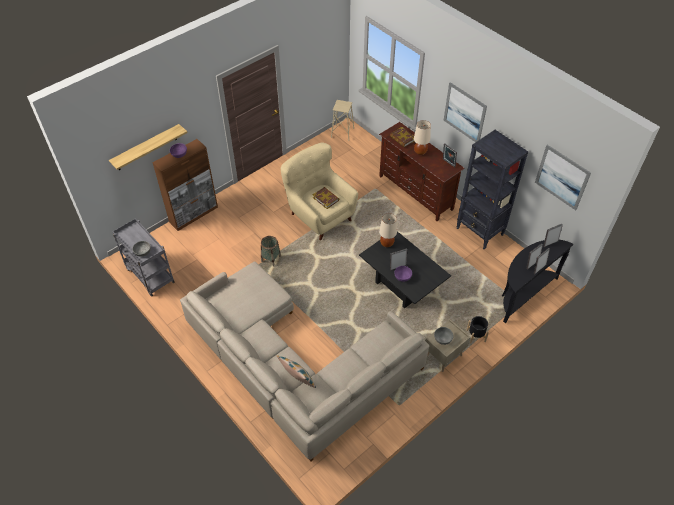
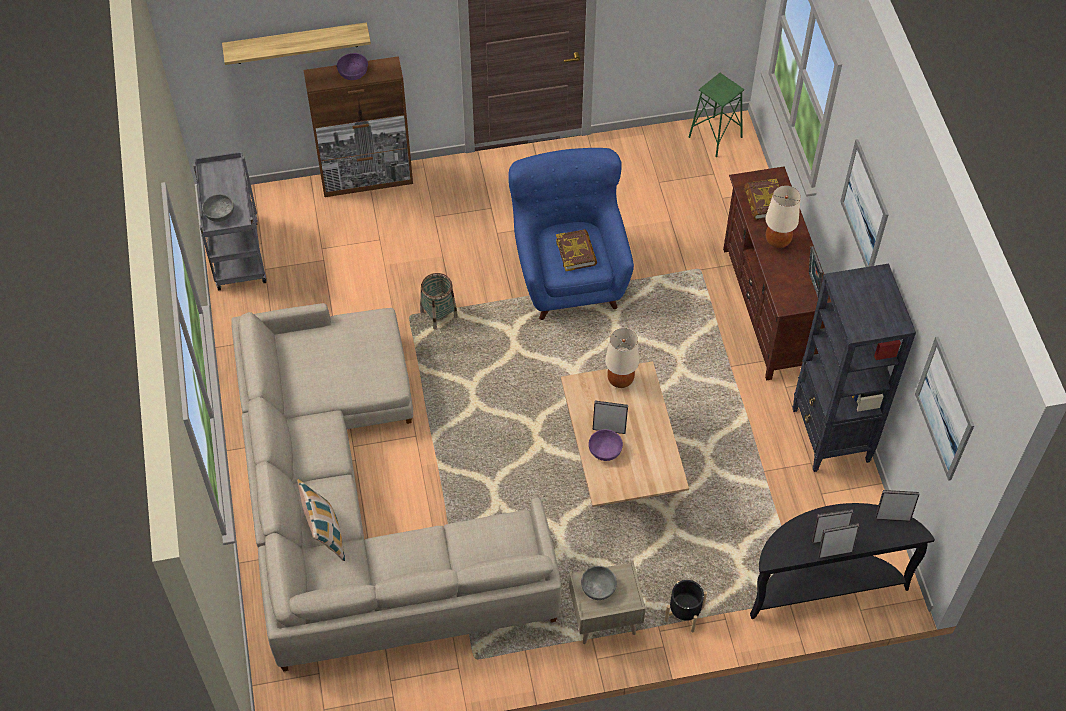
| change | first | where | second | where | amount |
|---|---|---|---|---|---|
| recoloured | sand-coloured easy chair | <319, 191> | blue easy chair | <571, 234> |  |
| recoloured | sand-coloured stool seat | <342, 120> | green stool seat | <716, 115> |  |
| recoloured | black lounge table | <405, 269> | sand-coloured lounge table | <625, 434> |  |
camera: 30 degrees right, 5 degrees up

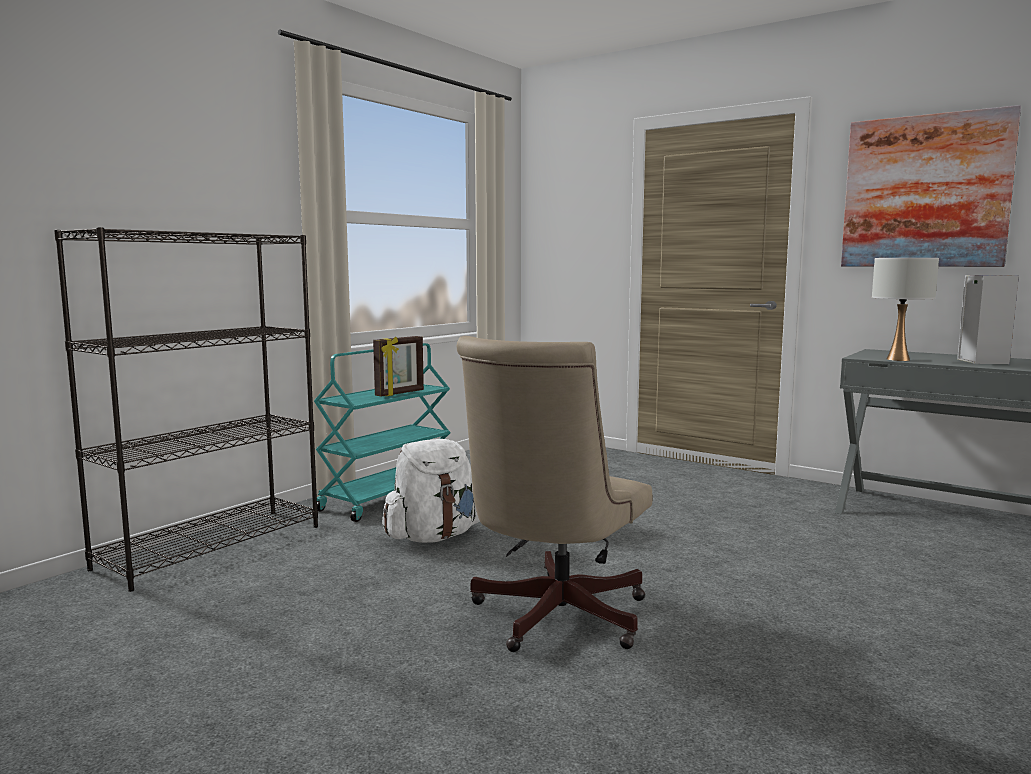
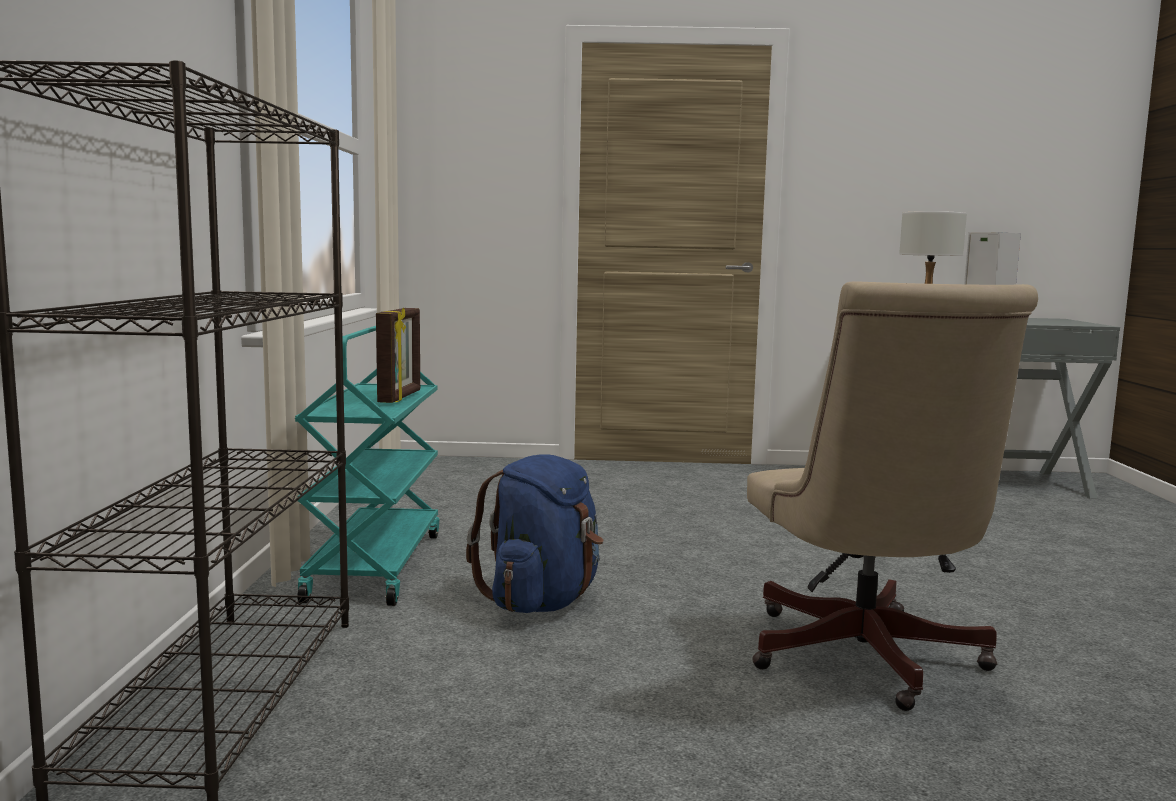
| change | first | where | second | where | amount |
|---|---|---|---|---|---|
| removed | wall art | <931, 186> |  |  |  |
| recoloured | white knapsack | <431, 491> | blue knapsack | <534, 533> |  |
camera: 35 degrees left, 0 degrees up

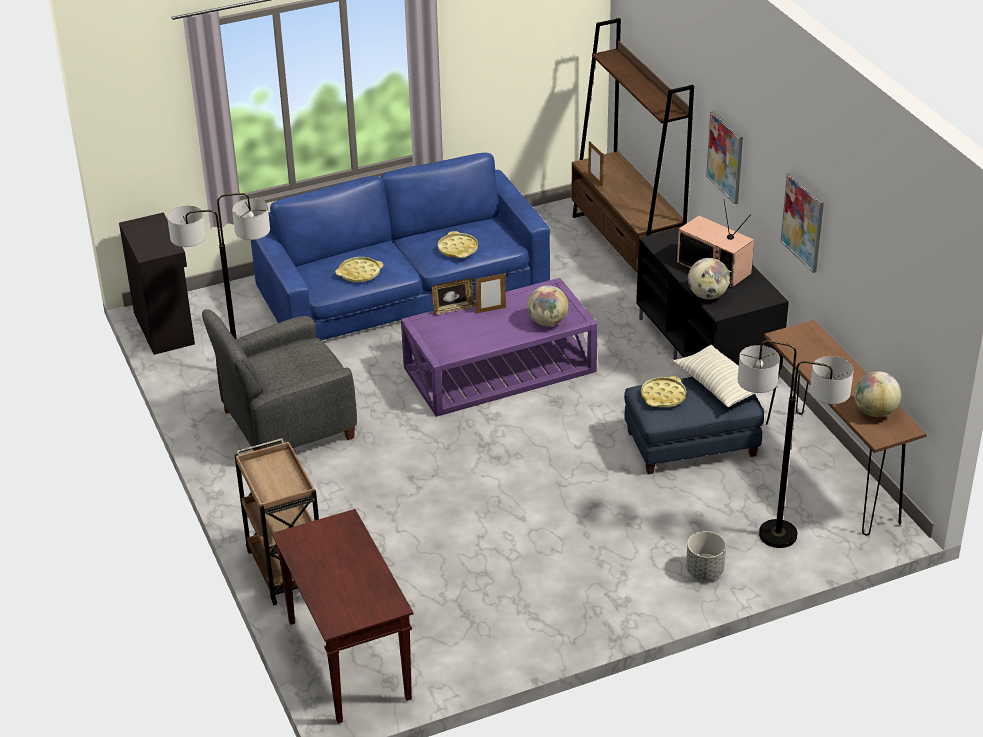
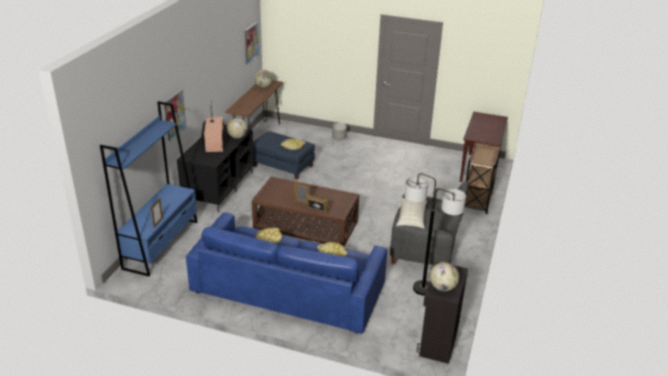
| change | first | where | second | where | amount |
|---|---|---|---|---|---|
| removed | standing lamp | <796, 444> |  |  |  |
| moved | world globe | <548, 305> |  | <444, 276> |  |
| moved | pillow | <714, 376> |  | <411, 213> |  |
| moved | wall art | <802, 222> |  | <252, 43> |  |
| recoloured | purplish lounge table | <499, 347> | brownish lounge table | <305, 212> |  |
| recoloured | brownish bookcase | <632, 145> | blue bookcase | <149, 189> |  |
camera: 140 degrees left, 5 degrees down

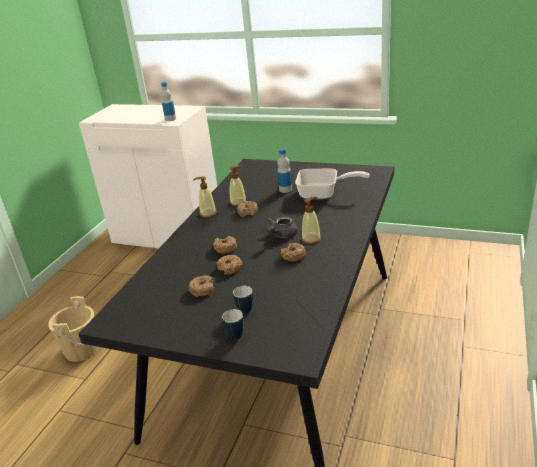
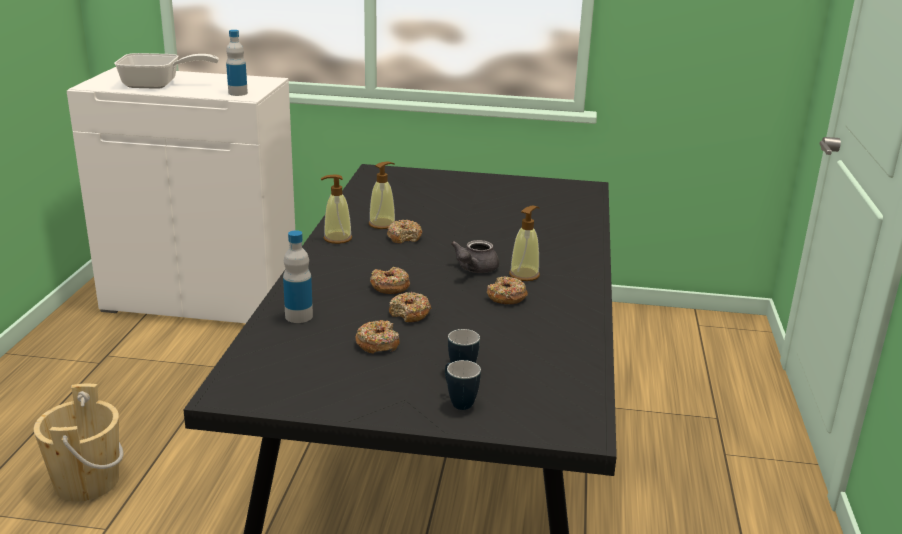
| change | first | where | second | where | amount |
|---|---|---|---|---|---|
| moved | drink bottle | <284, 170> |  | <298, 276> |  |
| moved | skillet | <332, 184> |  | <166, 71> |  |
camera: 15 degrees left, 5 degrees down

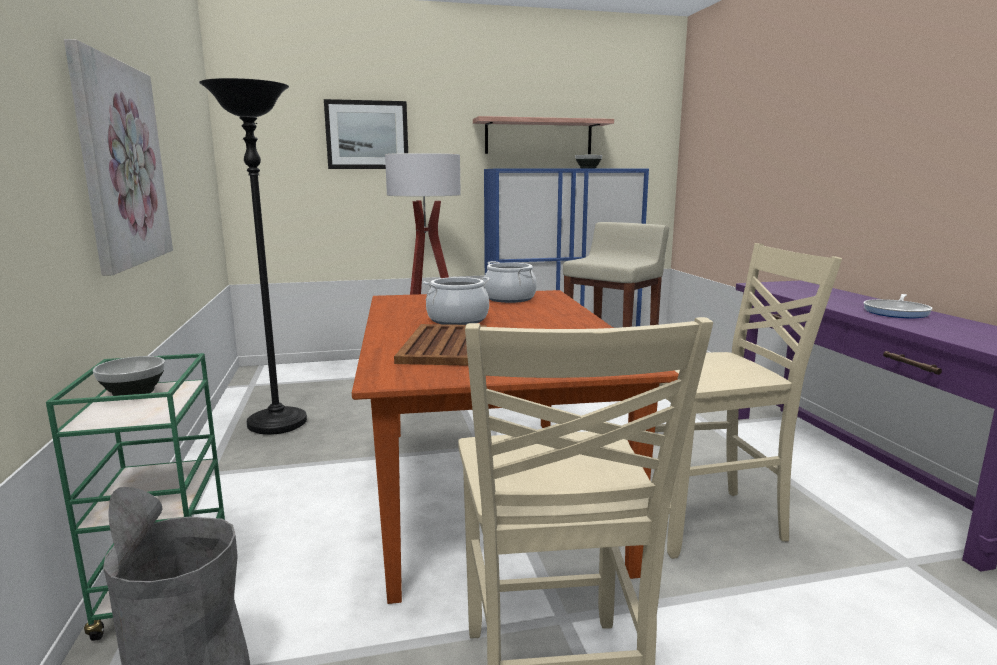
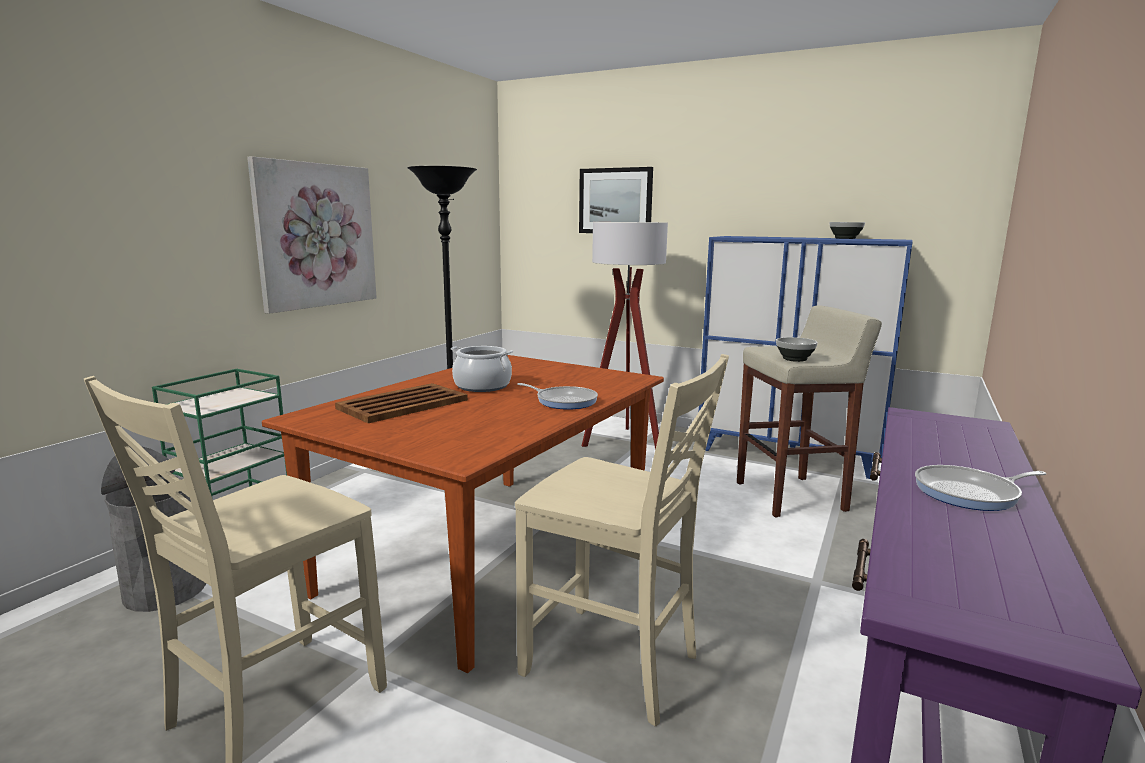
| change | first | where | second | where | amount |
|---|---|---|---|---|---|
| removed | shelf | <543, 135> |  |  |  |
| removed | cooking pot | <510, 282> |  |  |  |
| added |  |  | skillet | <557, 396> |  |
| moved | bowl | <129, 376> |  | <797, 349> |  |
camera: 40 degrees right, 0 degrees up

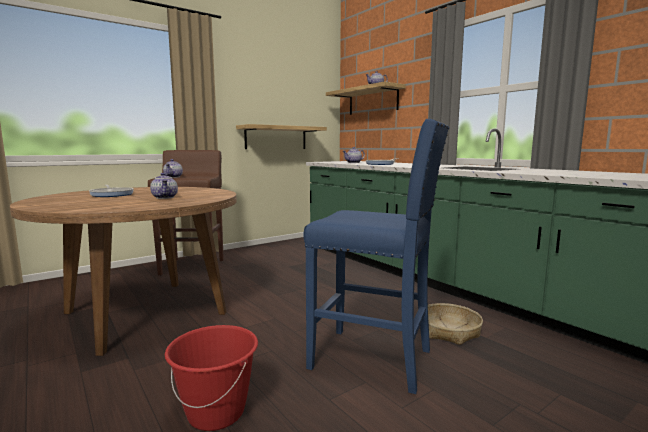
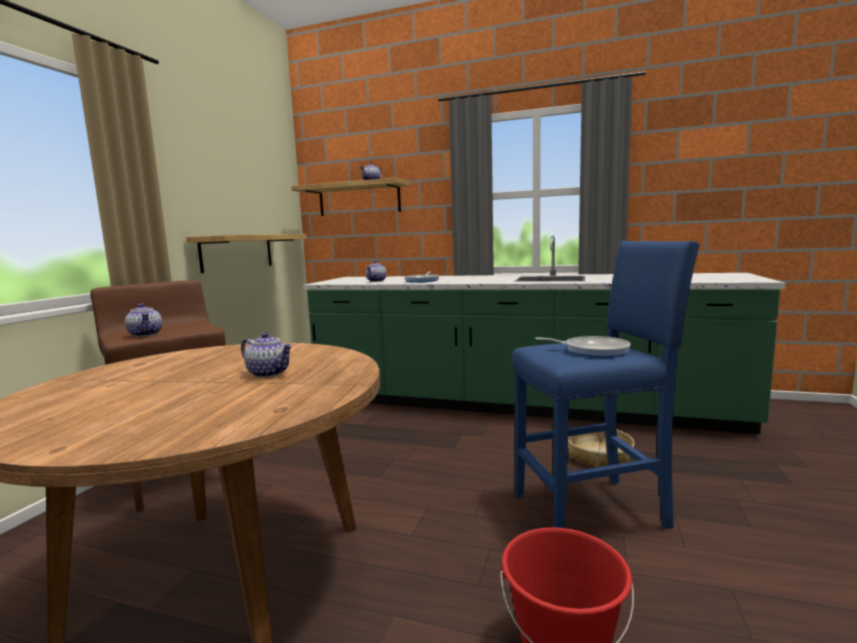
| change | first | where | second | where | amount |
|---|---|---|---|---|---|
| moved | skillet | <111, 191> |  | <583, 346> |  |
camera: 35 degrees left, 0 degrees up

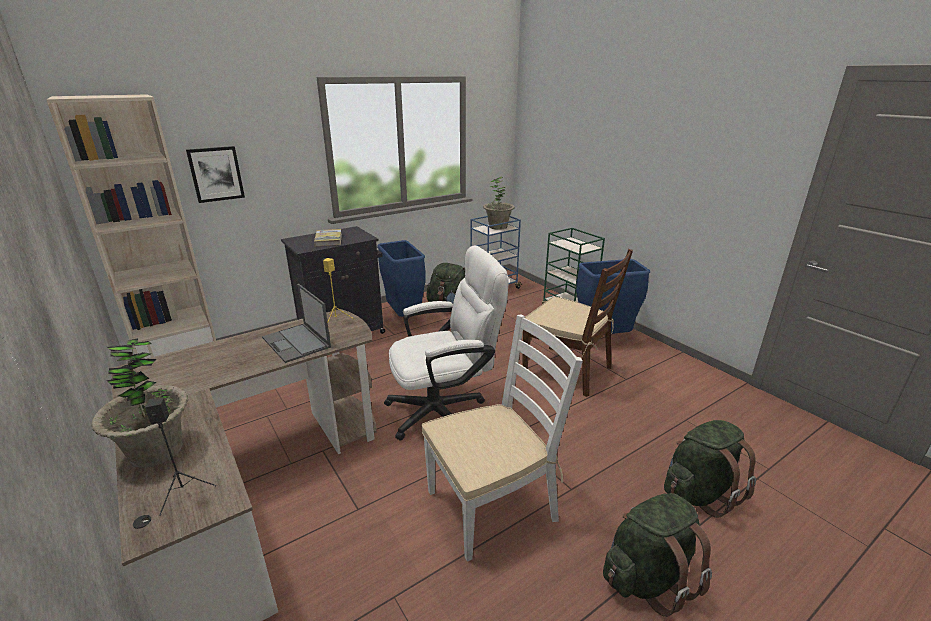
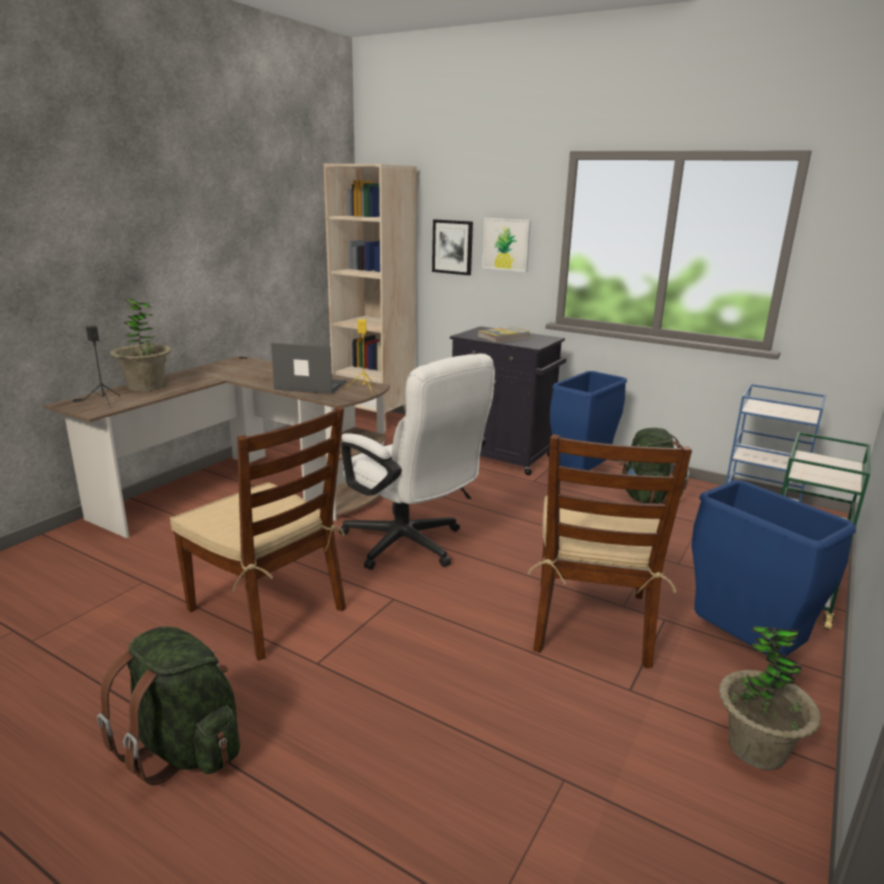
| change | first | where | second | where | amount |
|---|---|---|---|---|---|
| removed | green knapsack | <710, 469> |  |  |  |
| added |  |  | wall art | <506, 245> |  |
| moved | houseplant | <499, 203> |  | <770, 698> |  |
| recoloured | white chair | <502, 438> | brownish chair | <258, 533> |  |
| turned | laptop | <296, 323> |  | <309, 368> | 75 degrees clockwise |
camera: 65 degrees right, 5 degrees down

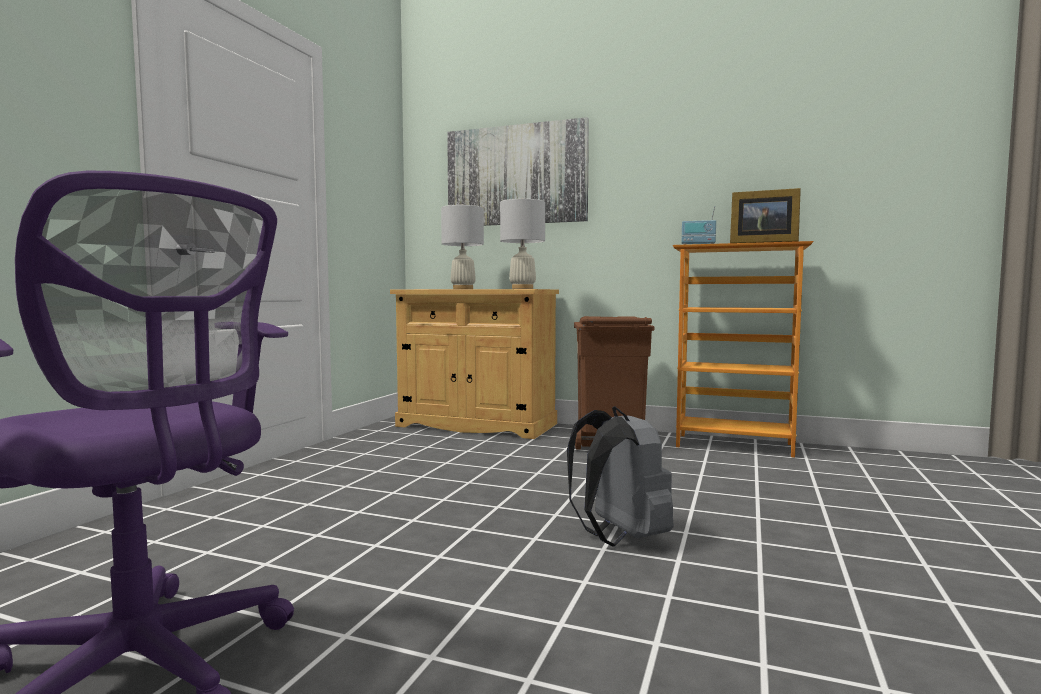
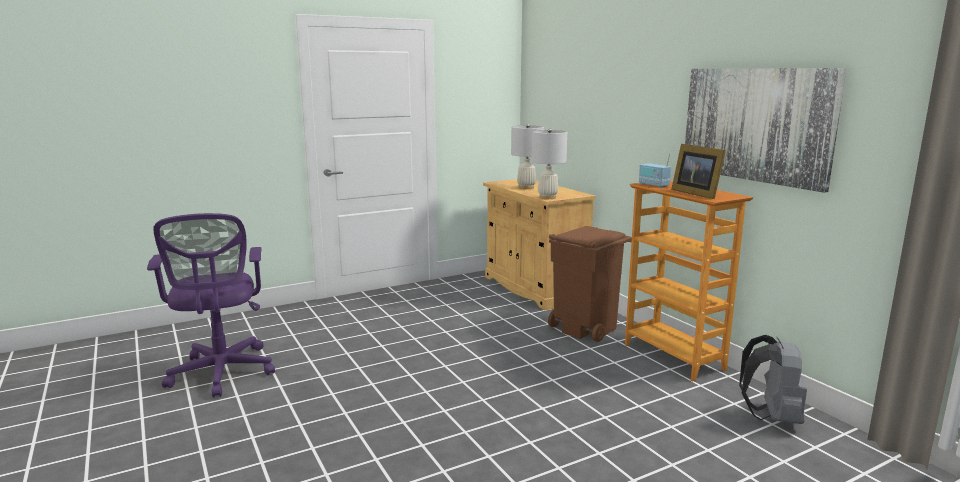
| change | first | where | second | where | amount |
|---|---|---|---|---|---|
| moved | wall art | <518, 171> |  | <766, 130> |  |
| moved | gray knapsack | <620, 476> |  | <773, 379> |  |
camera: 40 degrees right, 10 degrees up

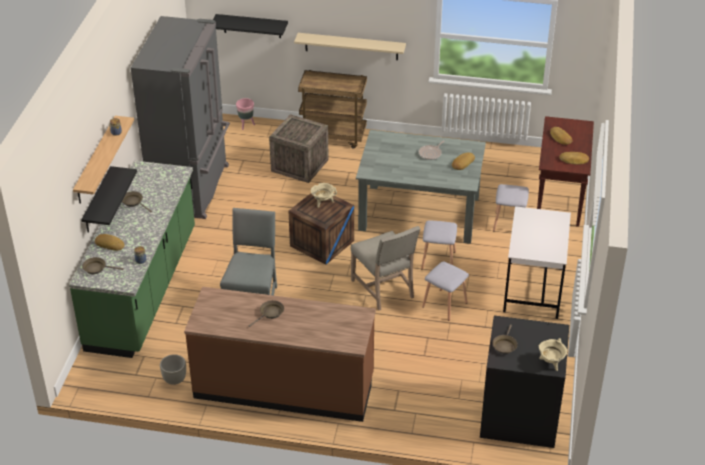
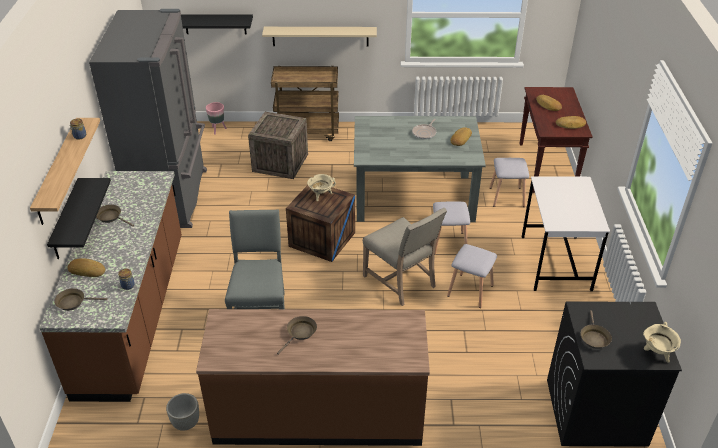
| change | first | where | second | where | amount |
|---|---|---|---|---|---|
| recoloured | green kitchen base unit | <132, 259> | brownish kitchen base unit | <111, 286> |  |
camera: 10 degrees left, 0 degrees up

